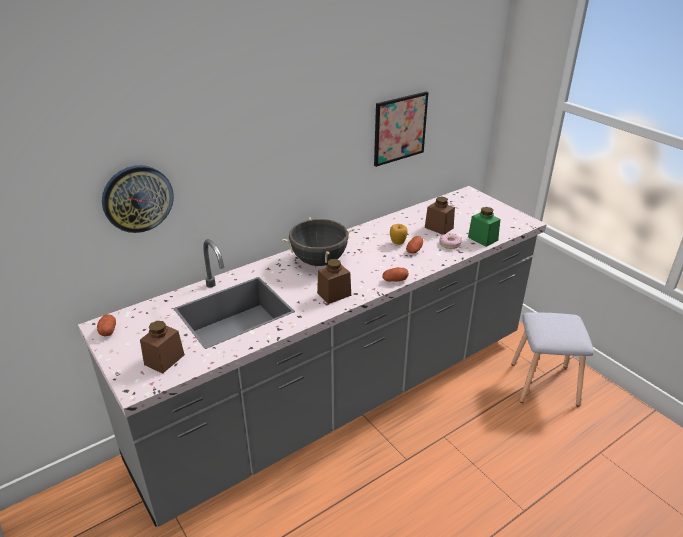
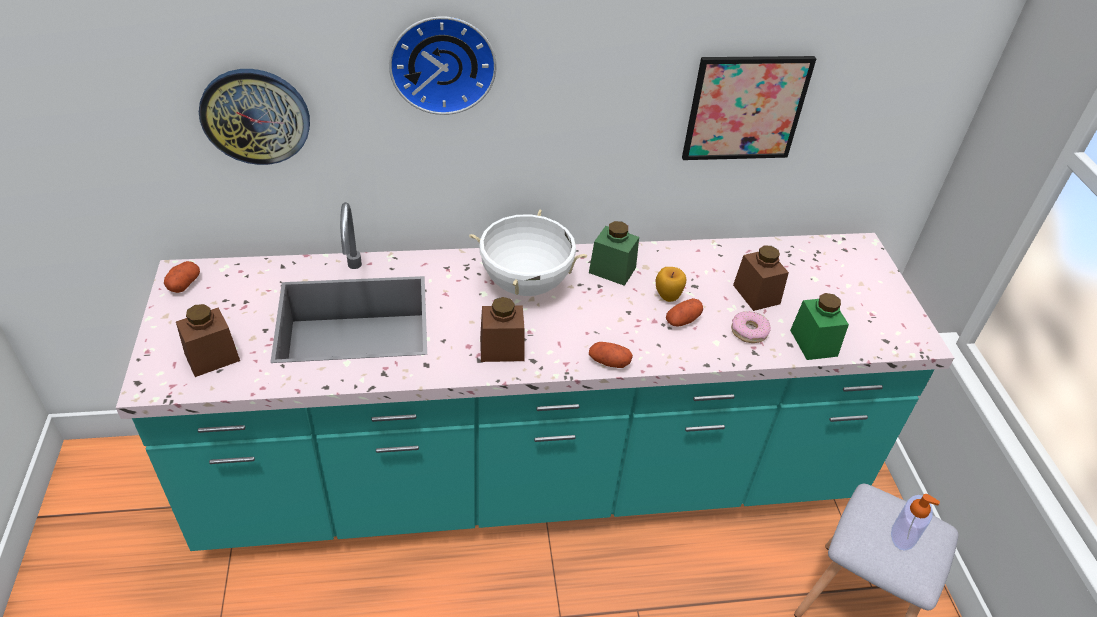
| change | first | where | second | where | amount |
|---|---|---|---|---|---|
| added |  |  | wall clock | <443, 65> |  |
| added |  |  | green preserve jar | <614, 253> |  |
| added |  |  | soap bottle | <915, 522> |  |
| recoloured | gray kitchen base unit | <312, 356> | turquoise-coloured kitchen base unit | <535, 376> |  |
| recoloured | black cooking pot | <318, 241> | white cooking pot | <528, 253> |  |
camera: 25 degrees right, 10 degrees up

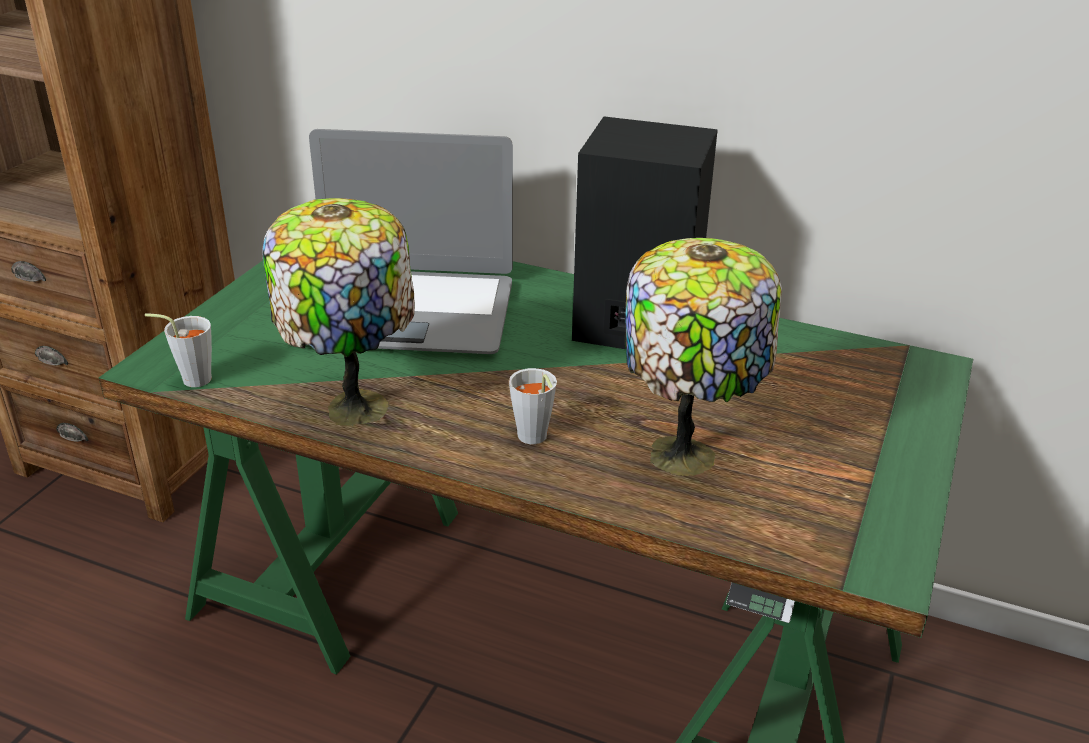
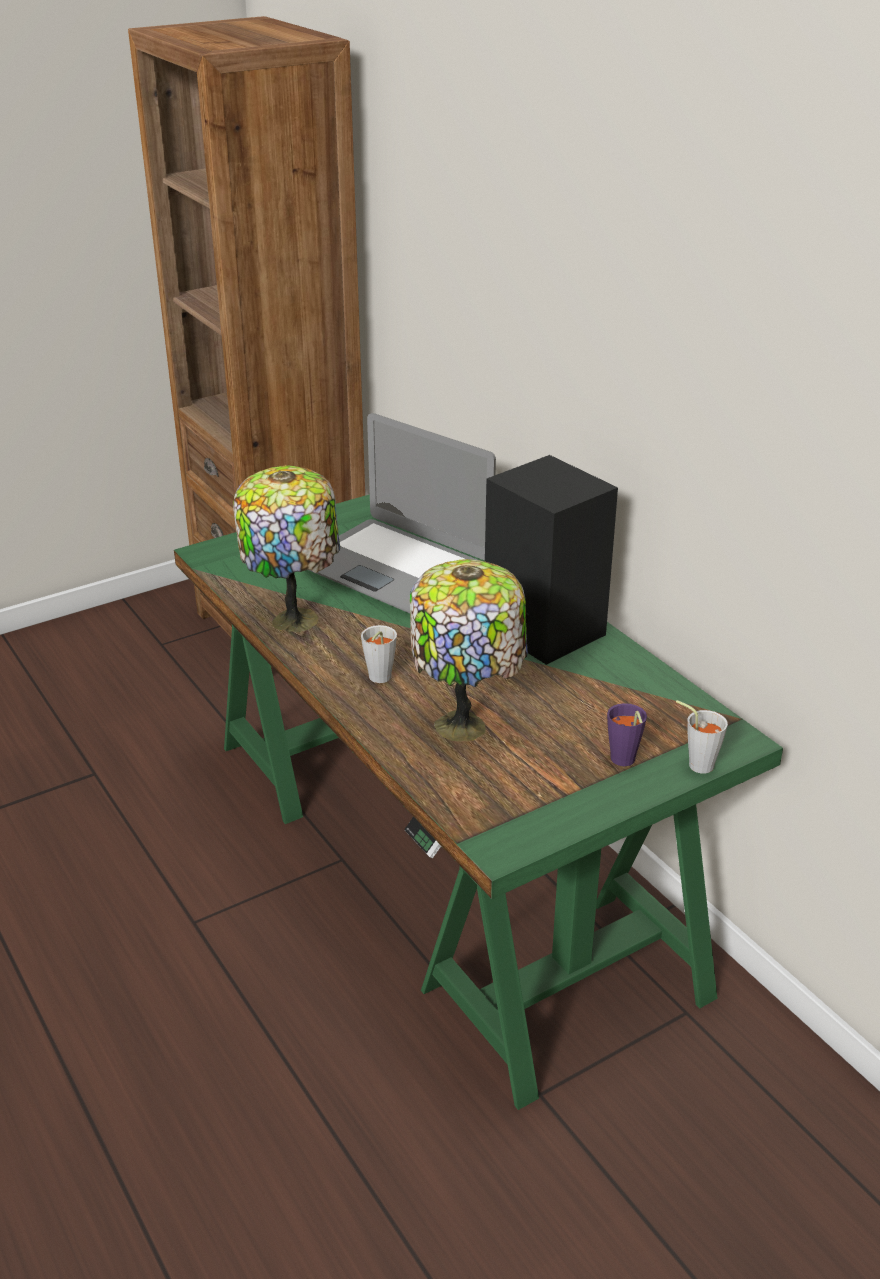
| change | first | where | second | where | amount |
|---|---|---|---|---|---|
| added |  |  | purplish cup | <627, 734> |  |
| moved | gray cup | <178, 350> |  | <702, 737> |  |
camera: 35 degrees right, 0 degrees up

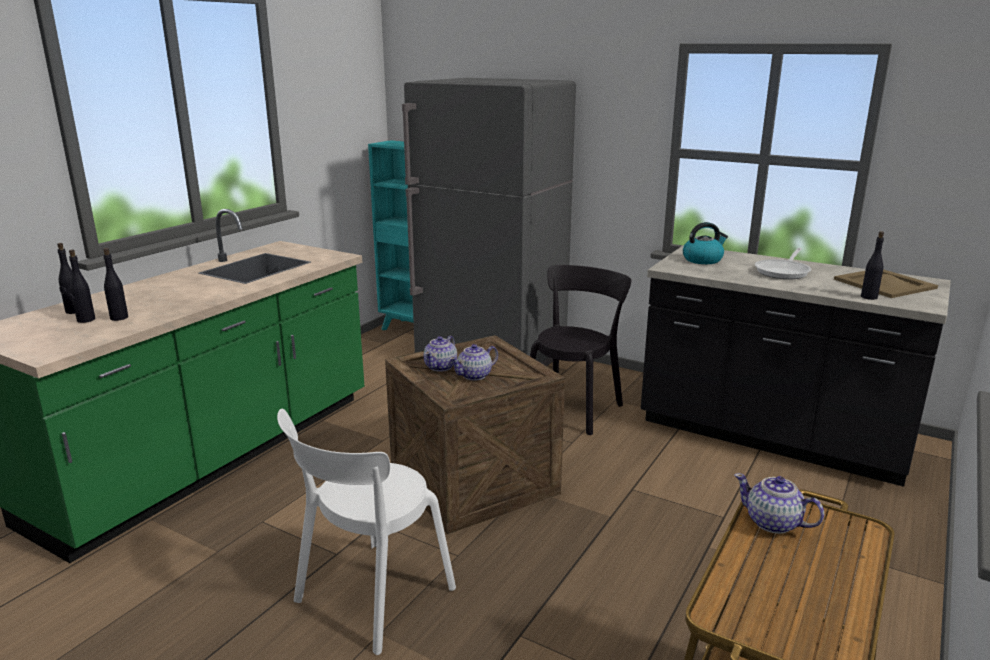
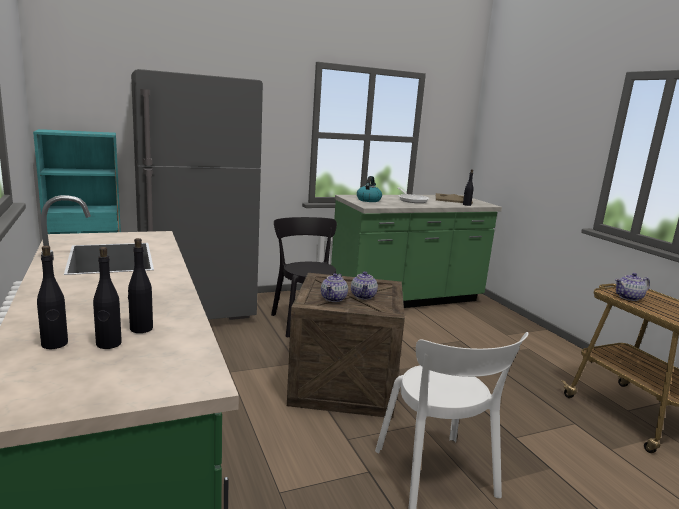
| change | first | where | second | where | amount |
|---|---|---|---|---|---|
| recoloured | black kitchen base unit | <796, 366> | green kitchen base unit | <416, 251> |  |
| turned | tea pot | <440, 354> |  | <334, 287> | 45 degrees clockwise |
camera: 55 degrees left, 5 degrees down

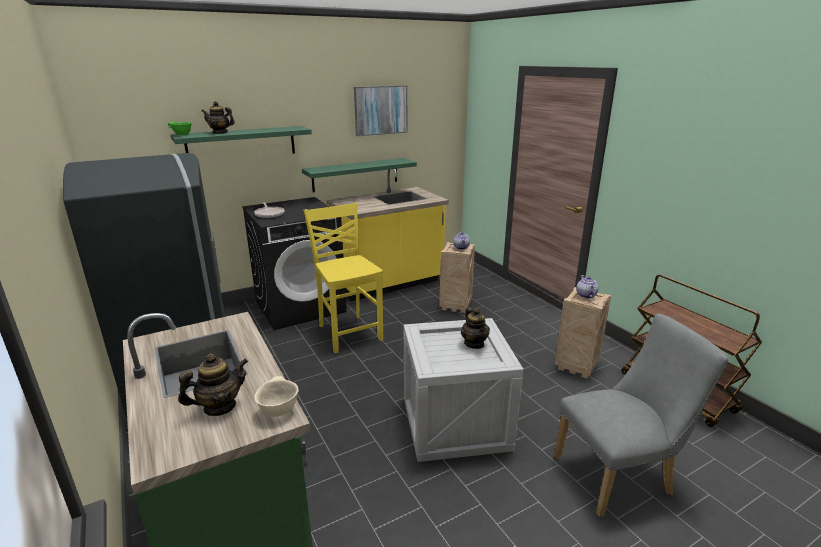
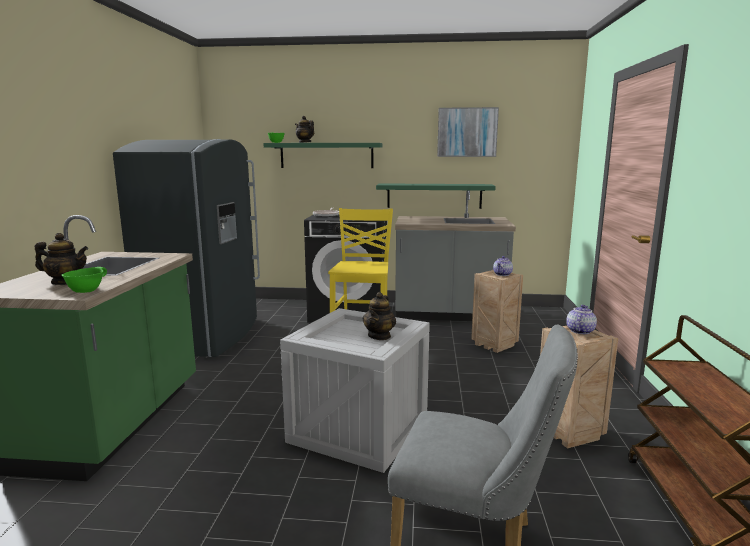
| change | first | where | second | where | amount |
|---|---|---|---|---|---|
| recoloured | sand-coloured bowl | <276, 396> | green bowl | <84, 280> |  |
| recoloured | yellow-coloured kitchen base unit | <387, 235> | gray kitchen base unit | <455, 255> |  |
camera: 35 degrees right, 10 degrees down

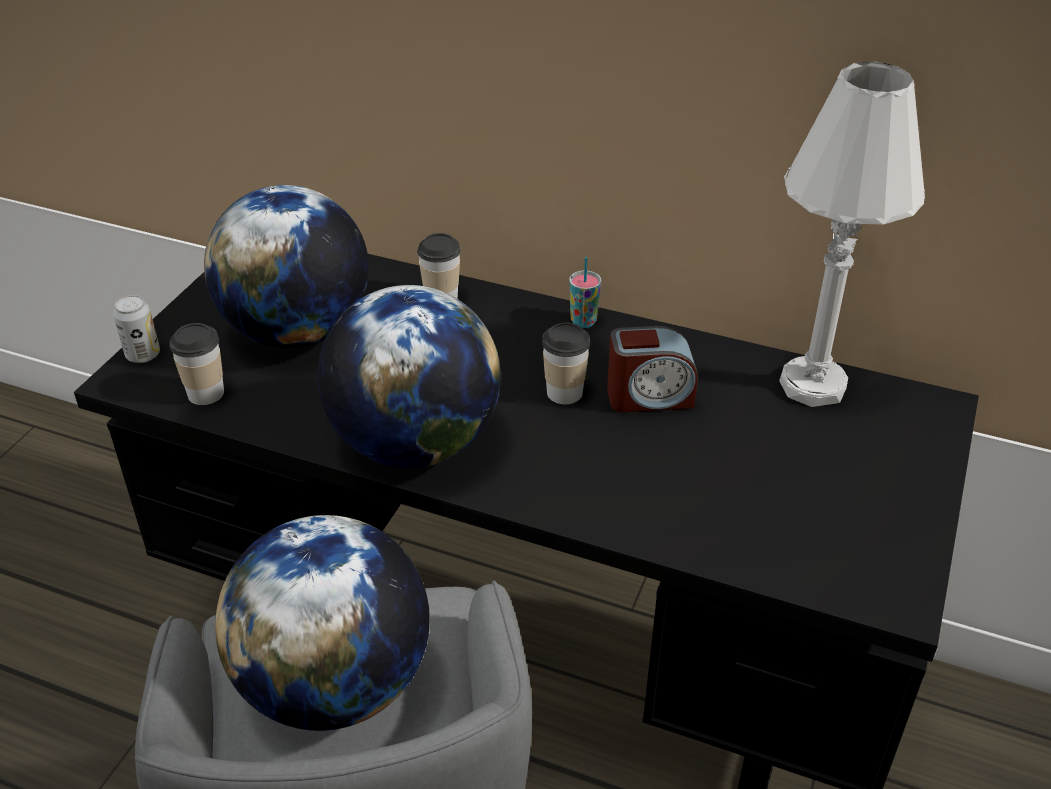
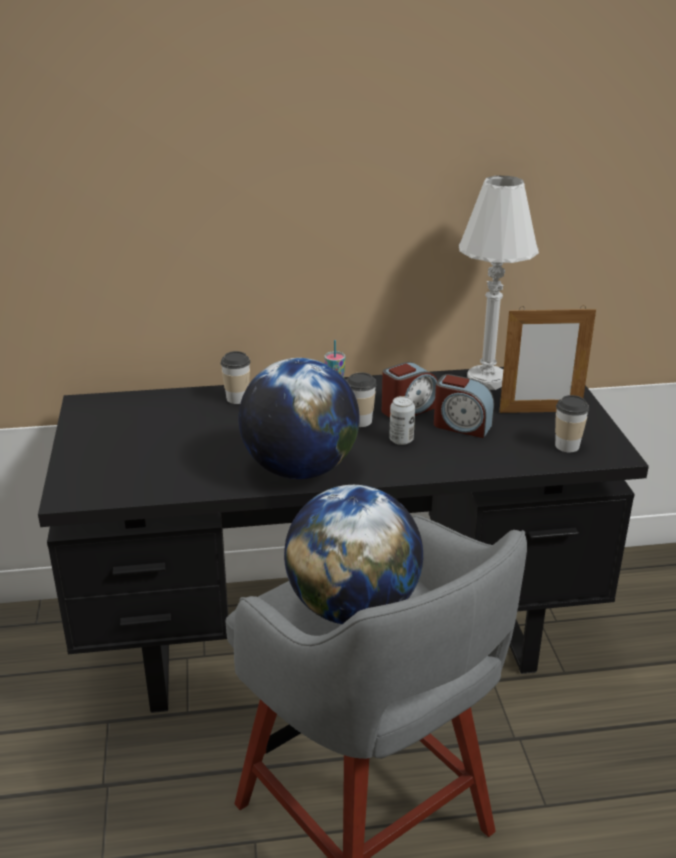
| change | first | where | second | where | amount |
|---|---|---|---|---|---|
| removed | world globe | <286, 266> |  |  |  |
| added |  |  | alarm clock | <464, 406> |  |
| added |  |  | photo frame | <547, 359> |  |
| moved | metal can | <136, 329> |  | <402, 420> |  |
| moved | cup | <196, 364> |  | <572, 423> |  |
camera: 30 degrees left, 10 degrees down

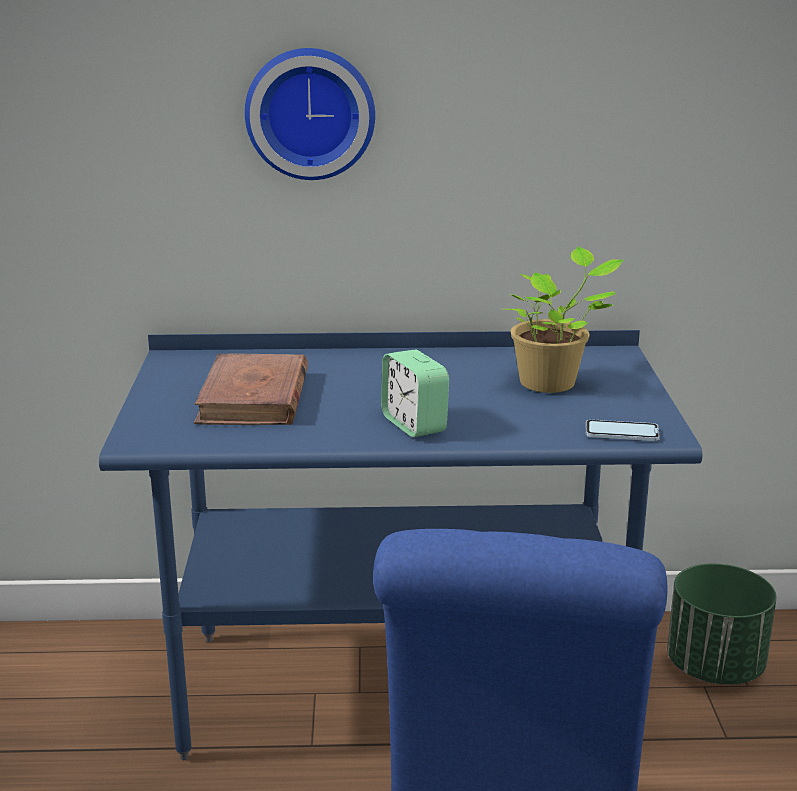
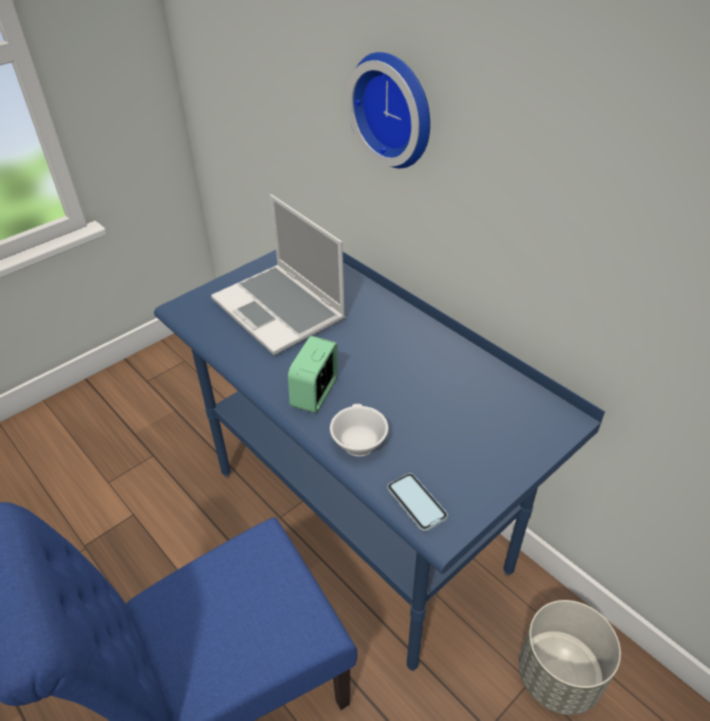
| change | first | where | second | where | amount |
|---|---|---|---|---|---|
| removed | houseplant | <562, 320> |  |  |  |
| added |  |  | white cup | <359, 430> |  |
| replaced | brownish book | <251, 389> | laptop | <278, 274> |  |
| recoloured | green flower pot | <721, 624> | gray flower pot | <570, 657> |  |
camera: 50 degrees right, 20 degrees up

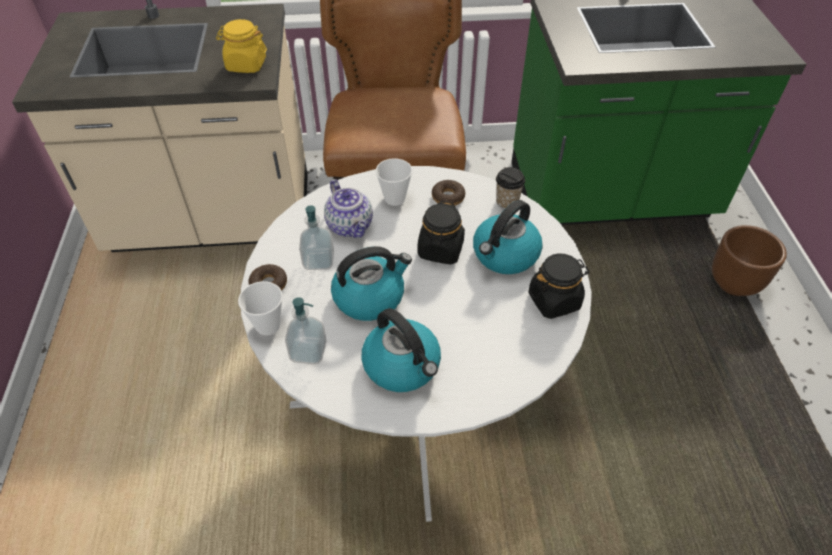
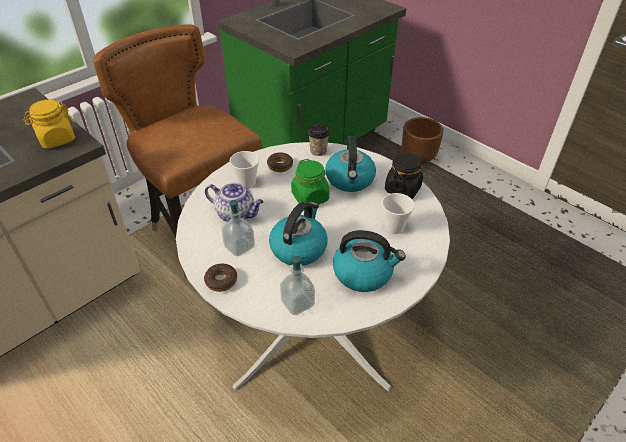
| change | first | where | second | where | amount |
|---|---|---|---|---|---|
| moved | cup | <260, 308> |  | <398, 213> |  |
| recoloured | black preserve jar | <441, 232> | green preserve jar | <310, 181> |  |
camera: 40 degrees left, 5 degrees down

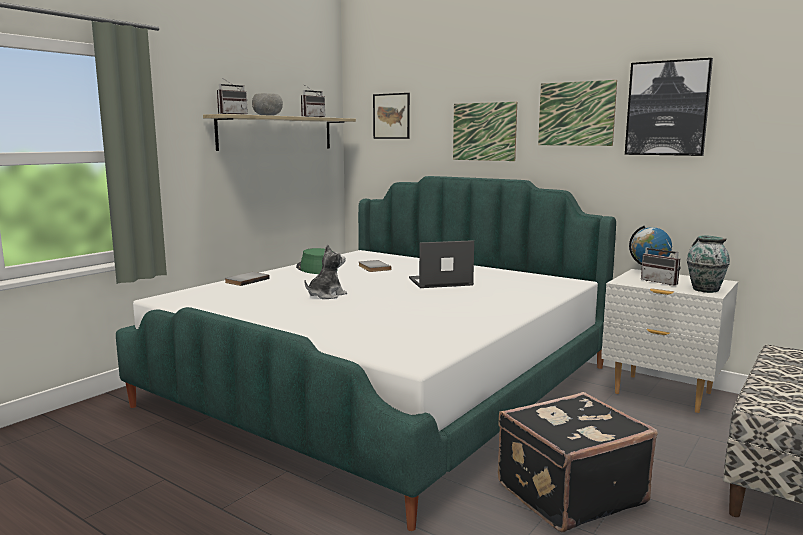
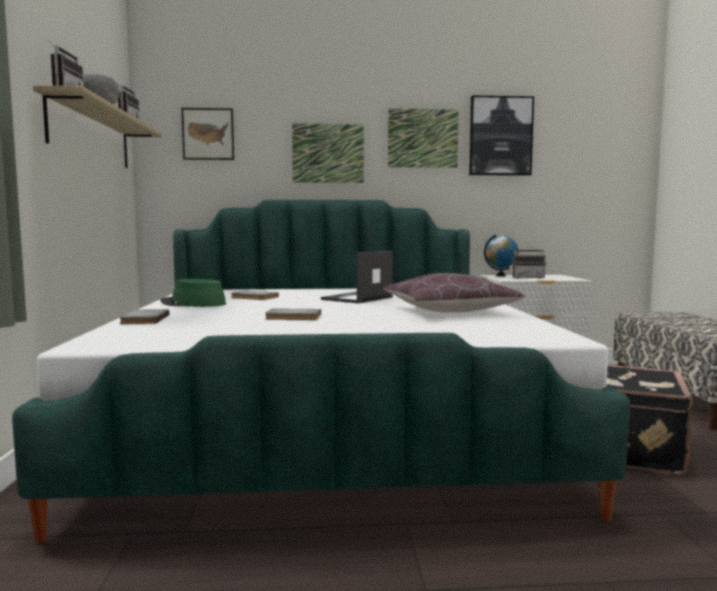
| change | first | where | second | where | amount |
|---|---|---|---|---|---|
| removed | decorative vase | <708, 264> |  |  |  |
| added |  |  | brownish pillow | <454, 293> |  |
| replaced | plush toy | <325, 271> | gray book | <293, 314> |  |
camera: 40 degrees left, 5 degrees down

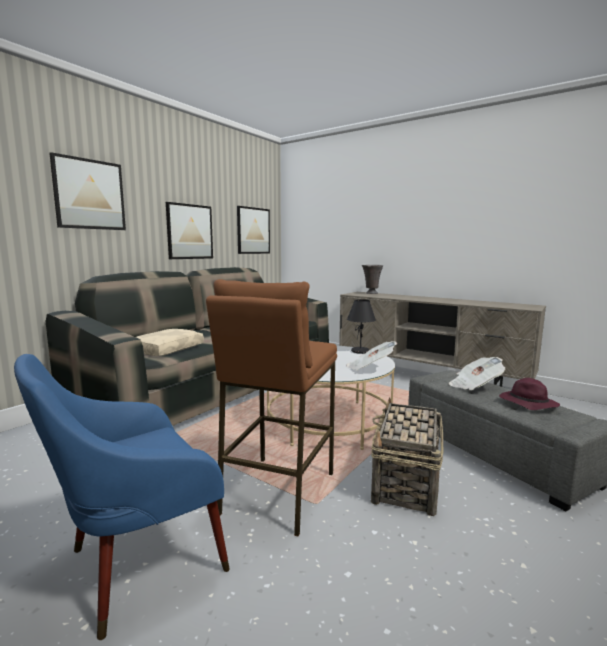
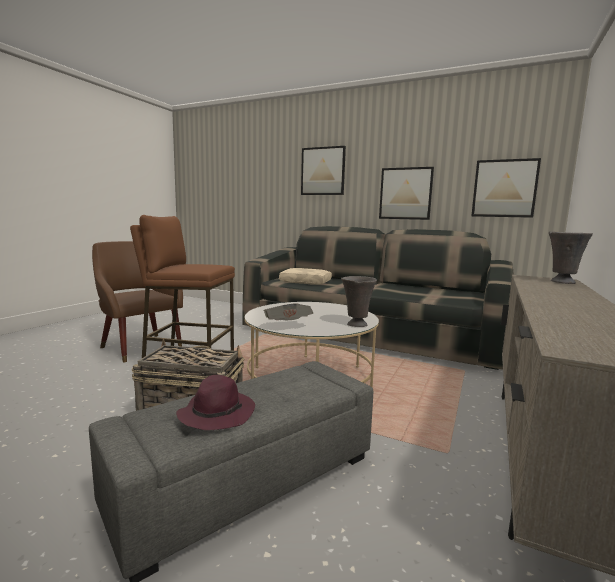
| change | first | where | second | where | amount |
|---|---|---|---|---|---|
| removed | newspaper | <477, 373> |  |  |  |
| replaced | black tabletop lamp | <361, 326> | gray decorative vase | <359, 301> |  |
| recoloured | blue easy chair | <122, 497> | brownish easy chair | <137, 302> |  |
camera: 80 degrees right, 0 degrees up

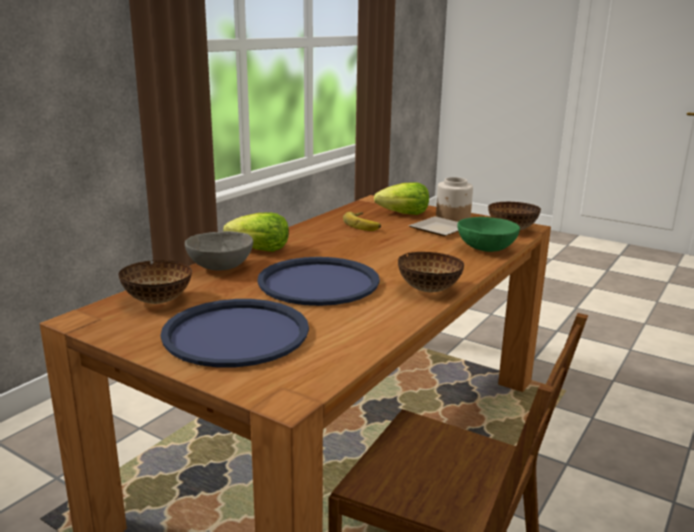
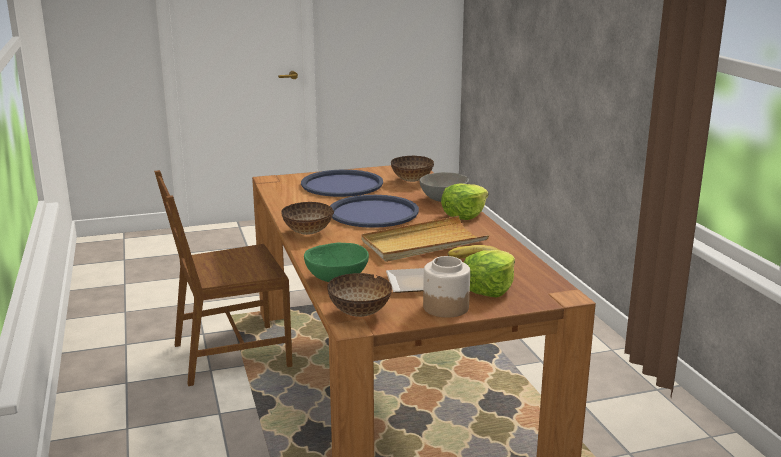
| change | first | where | second | where | amount |
|---|---|---|---|---|---|
| added |  |  | sand-coloured carrying tray | <425, 239> |  |
camera: 130 degrees right, 0 degrees up

